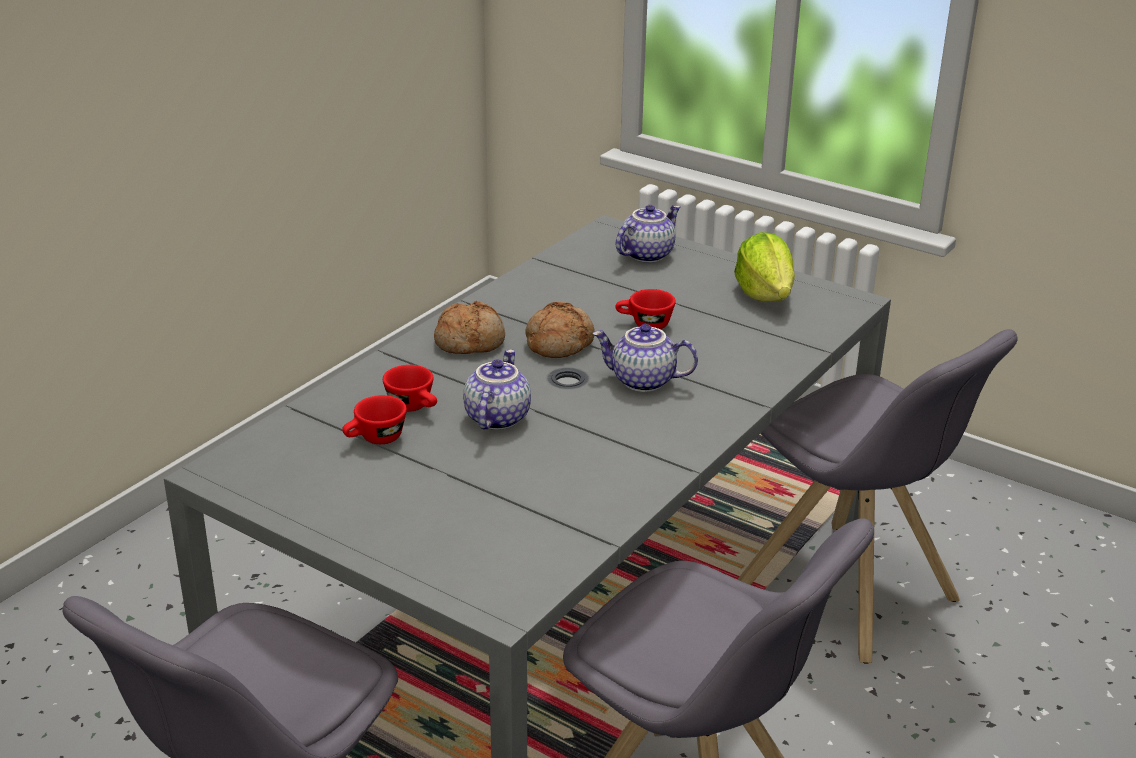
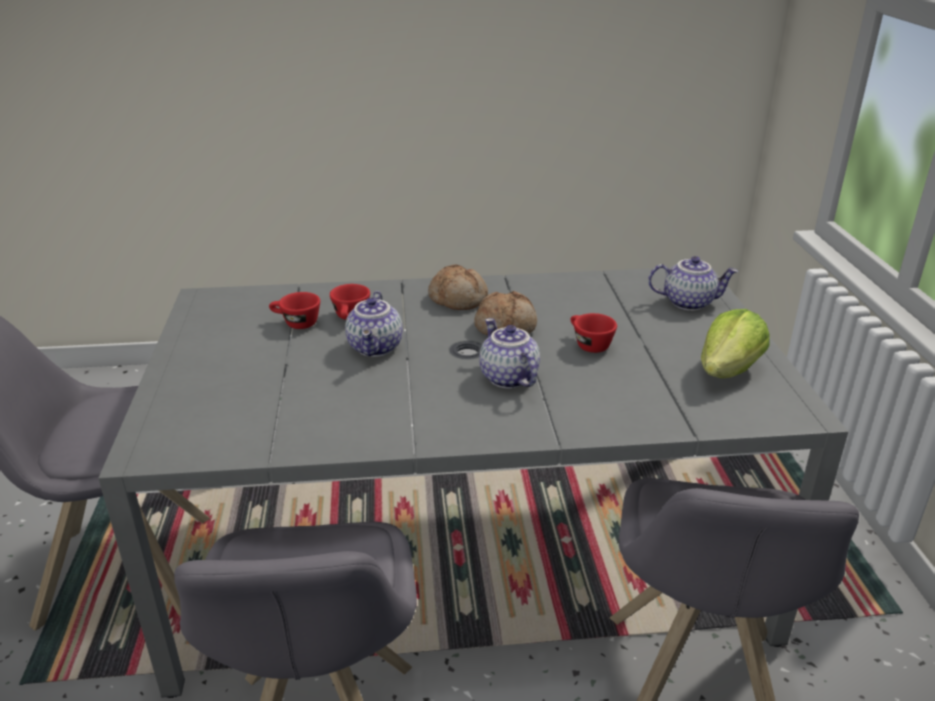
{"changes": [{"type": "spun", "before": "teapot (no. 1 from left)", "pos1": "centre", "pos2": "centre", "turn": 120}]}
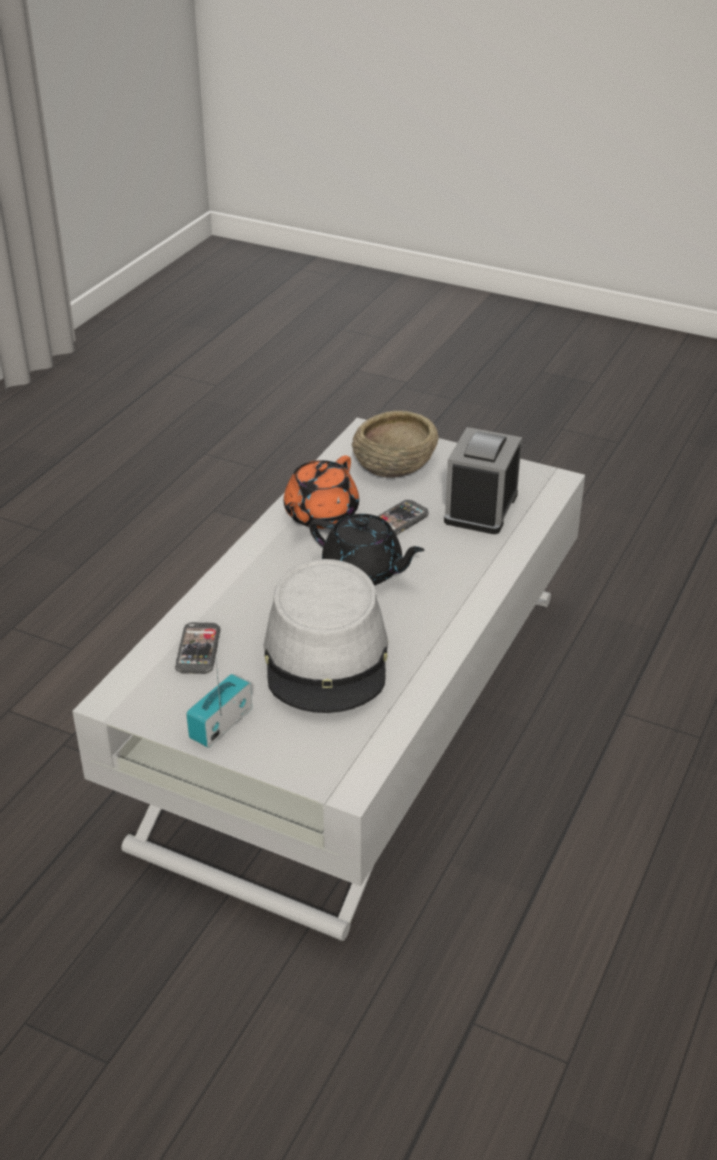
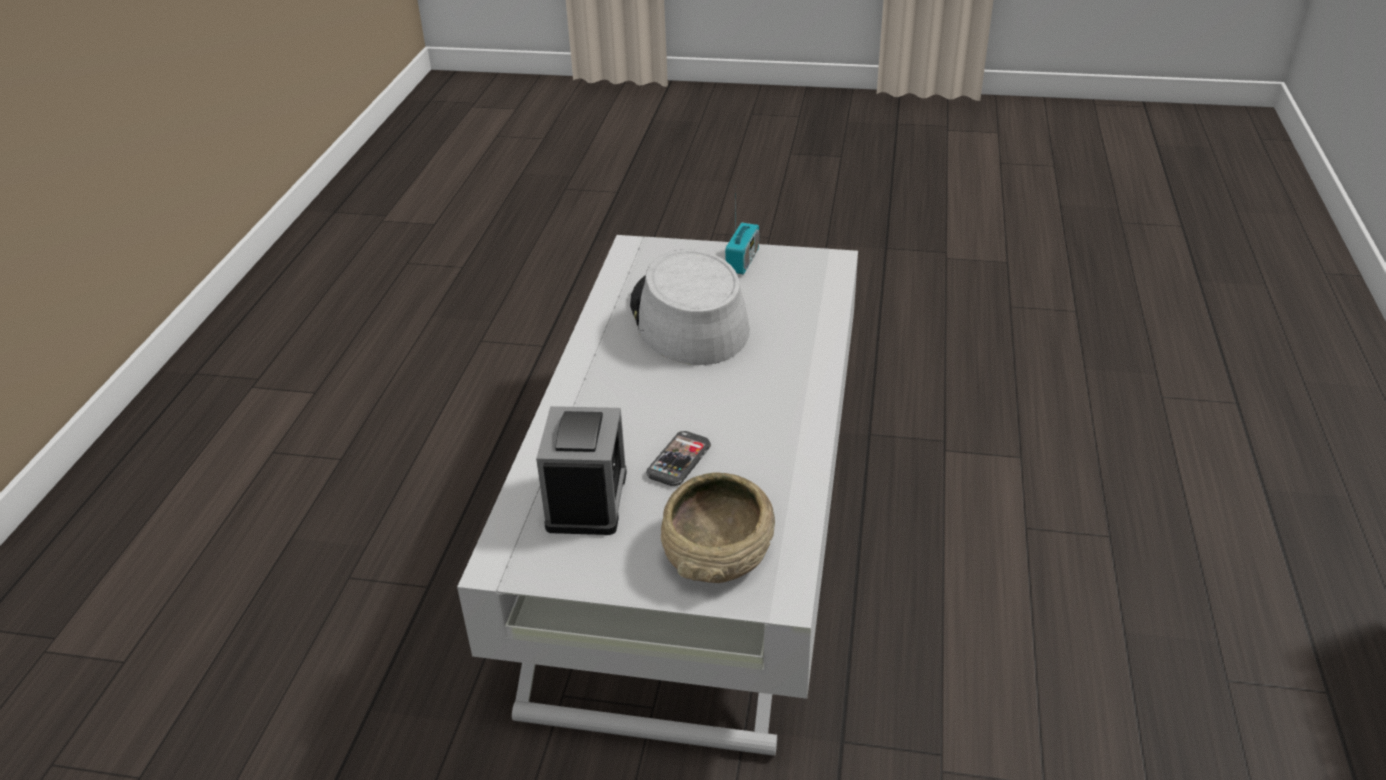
{"changes": [{"type": "missing", "before": "phone (no. 1 from left)", "pos1": "middle left"}, {"type": "missing", "before": "orange teapot", "pos1": "centre"}, {"type": "missing", "before": "black teapot", "pos1": "centre"}]}
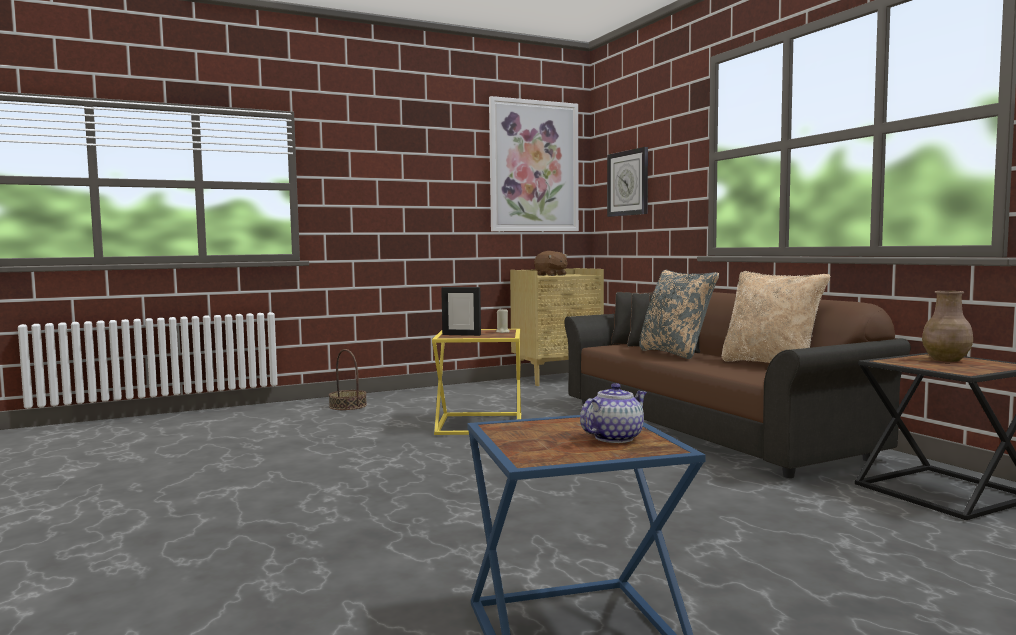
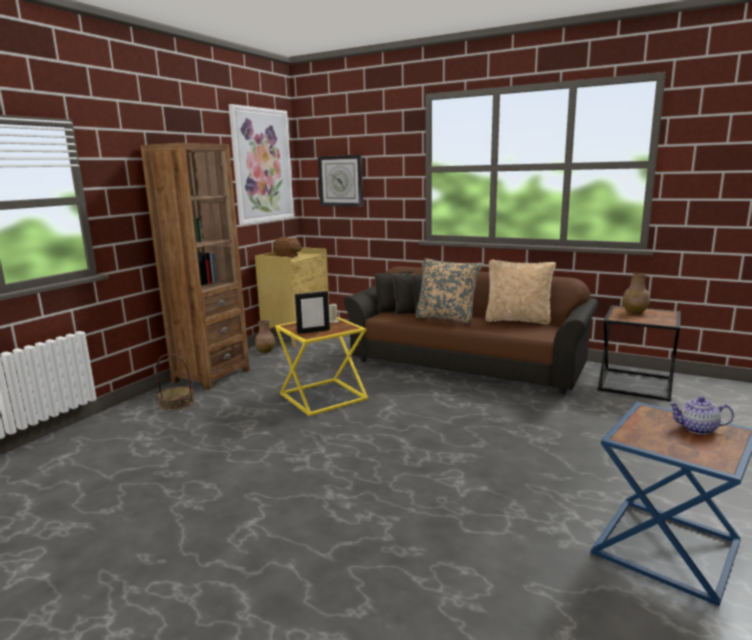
{"changes": [{"type": "appeared", "after": "brown bookcase", "pos2": "middle left"}, {"type": "appeared", "after": "brown vase (no. 1 from left)", "pos2": "centre"}, {"type": "spun", "before": "teapot", "pos1": "centre", "pos2": "middle right", "turn": -90}]}
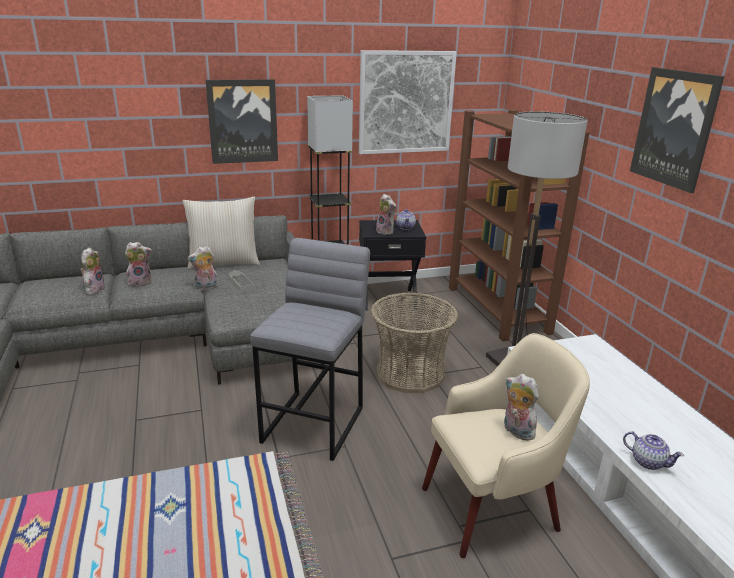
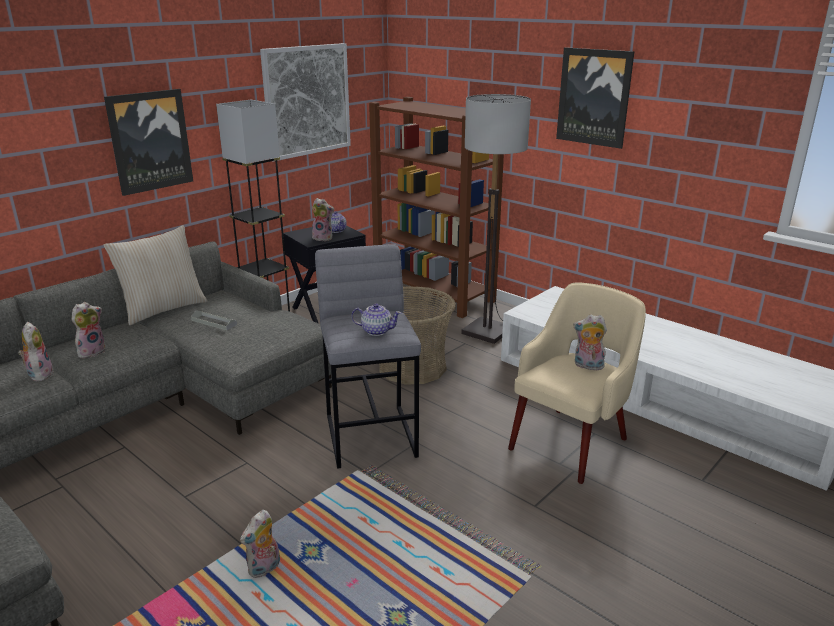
{"changes": [{"type": "relocated", "before": "plush toy (no. 3 from left)", "pos1": "middle left", "pos2": "bottom left"}, {"type": "relocated", "before": "teapot (no. 2 from left)", "pos1": "bottom right", "pos2": "centre"}]}
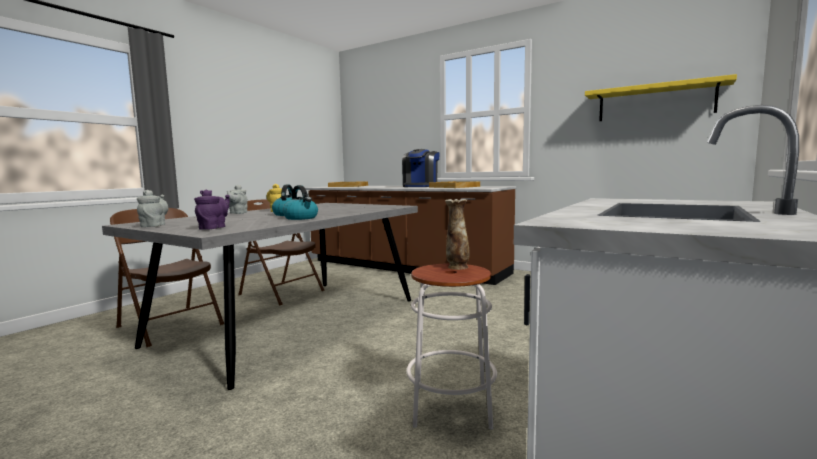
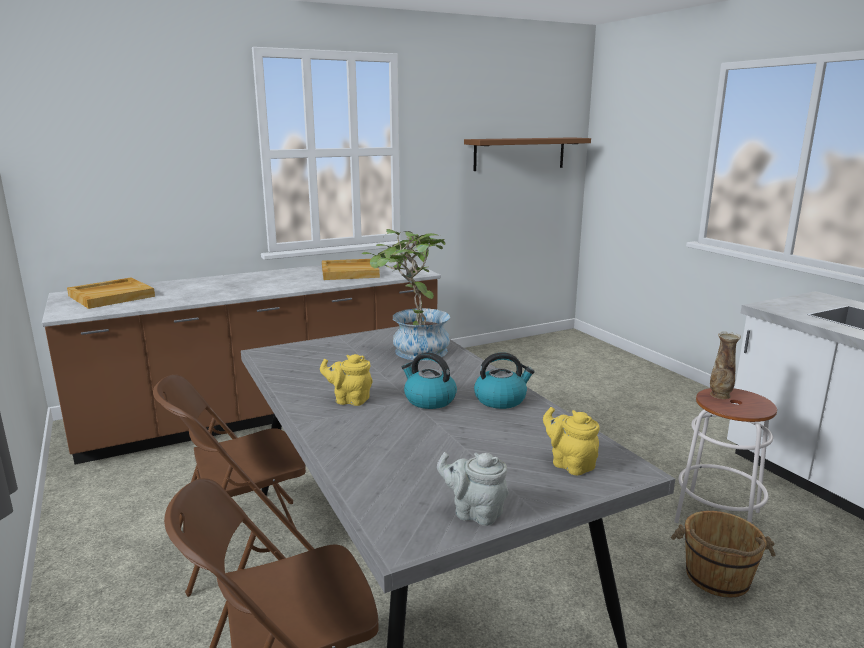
{"changes": [{"type": "missing", "before": "grey teapot (no. 2 from left)", "pos1": "middle left"}, {"type": "missing", "before": "coffee machine", "pos1": "centre"}, {"type": "appeared", "after": "potted plant", "pos2": "centre"}, {"type": "appeared", "after": "brown bucket", "pos2": "bottom right"}, {"type": "colour", "before": "purple teapot", "after": "yellow teapot (no. 2 from left)", "pos1": "middle left", "pos2": "bottom centre"}, {"type": "colour", "before": "yellow shelf", "after": "brown shelf", "pos1": "top right", "pos2": "top centre"}]}
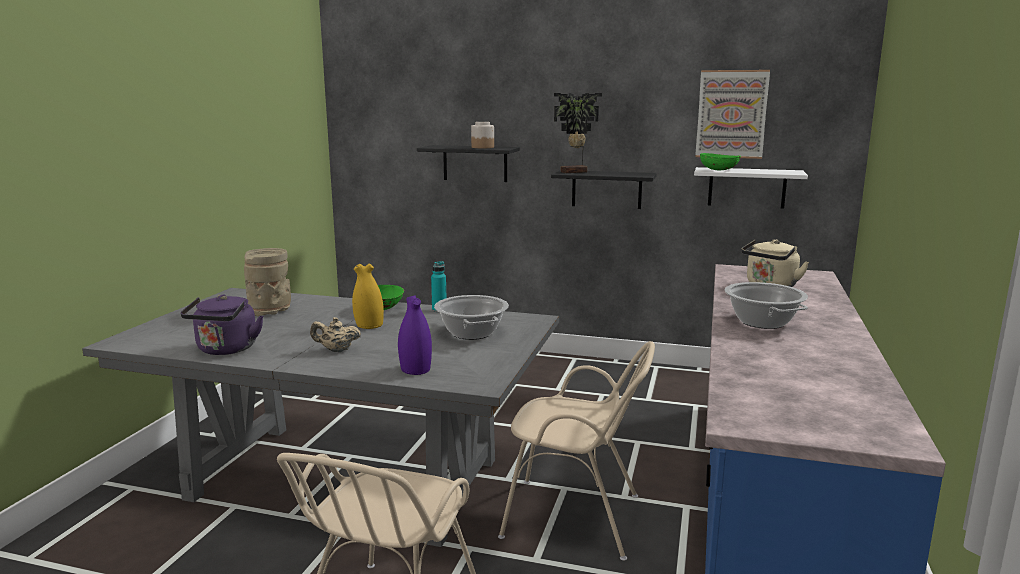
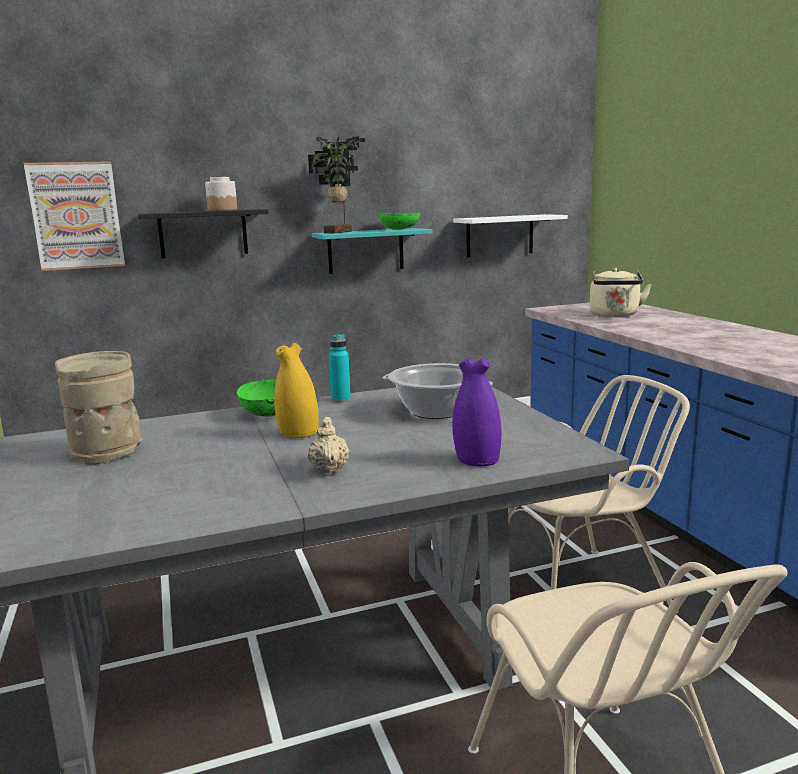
{"changes": [{"type": "missing", "before": "purple kettle", "pos1": "middle left"}, {"type": "missing", "before": "cooking pot (no. 2 from left)", "pos1": "middle right"}, {"type": "relocated", "before": "picture", "pos1": "top right", "pos2": "top left"}, {"type": "relocated", "before": "green bowl (no. 2 from left)", "pos1": "top right", "pos2": "top centre"}, {"type": "colour", "before": "black shelf (no. 2 from left)", "after": "turquoise shelf", "pos1": "top centre", "pos2": "top centre"}, {"type": "spun", "before": "beige teapot", "pos1": "middle left", "pos2": "centre", "turn": 120}]}
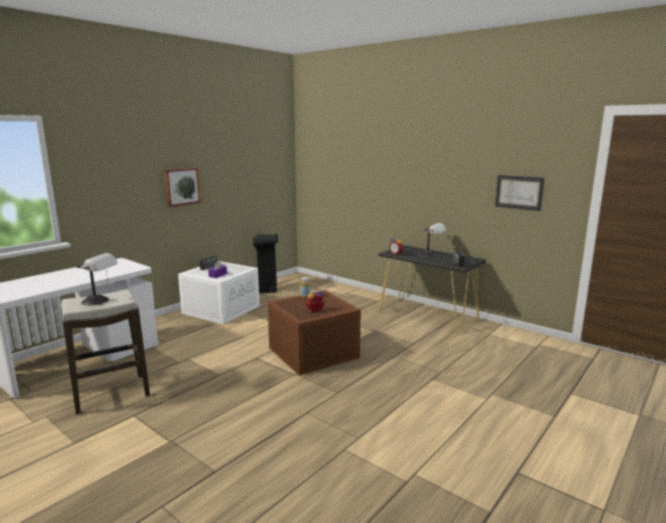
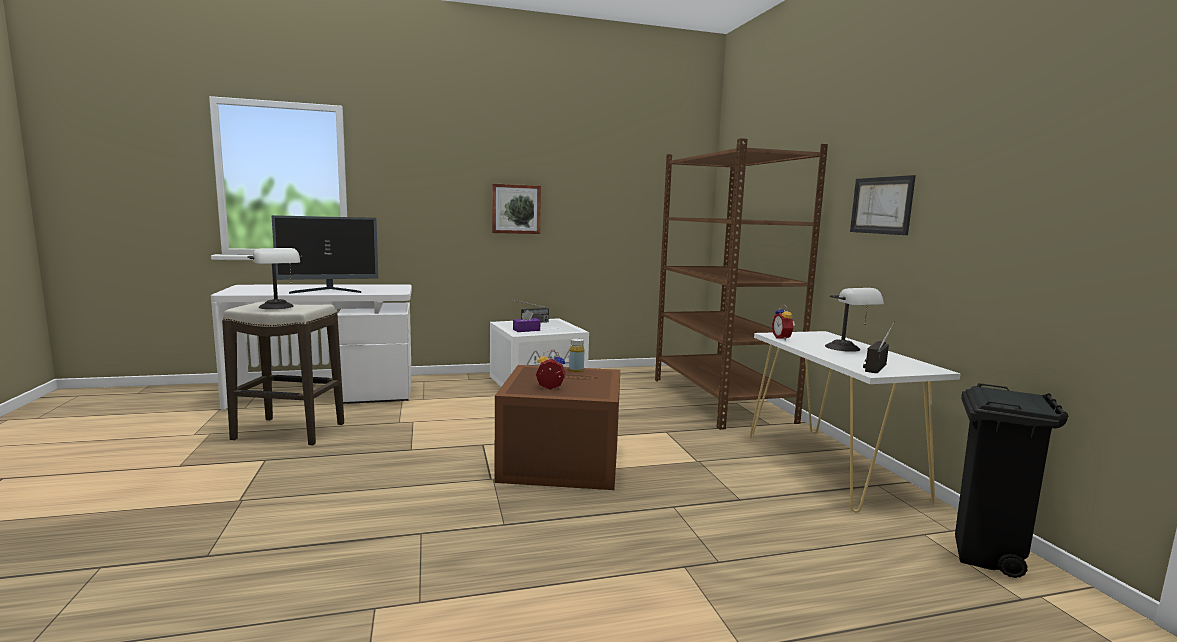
{"changes": [{"type": "appeared", "after": "monitor", "pos2": "middle left"}, {"type": "appeared", "after": "brown bookcase", "pos2": "centre"}, {"type": "relocated", "before": "black trash can", "pos1": "centre", "pos2": "bottom right"}, {"type": "relocated", "before": "picture (no. 2 from left)", "pos1": "middle right", "pos2": "top right"}, {"type": "colour", "before": "black console table", "after": "white console table", "pos1": "centre", "pos2": "middle right"}]}
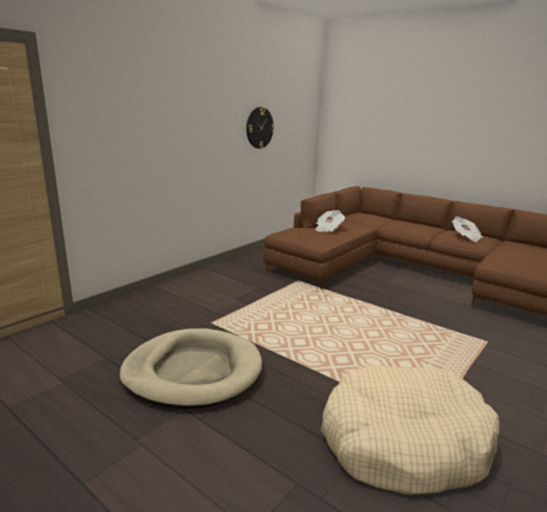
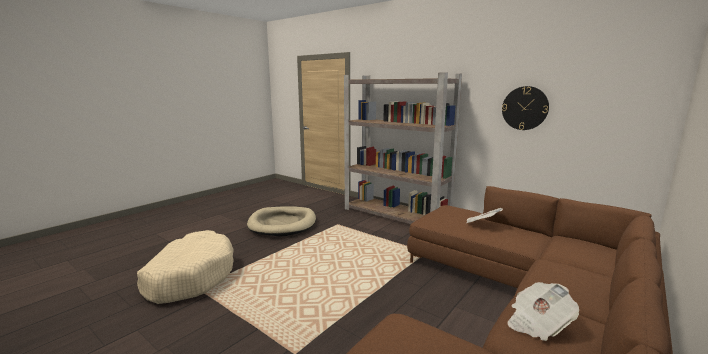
{"changes": [{"type": "appeared", "after": "brown bookcase", "pos2": "centre"}]}
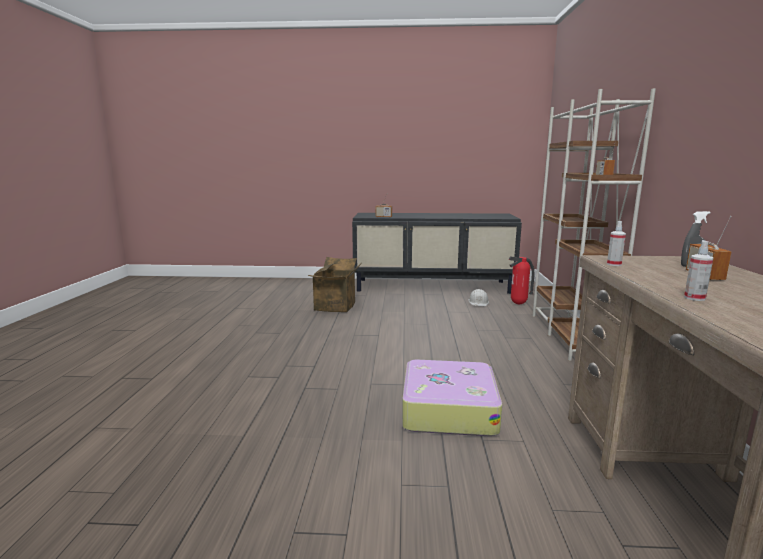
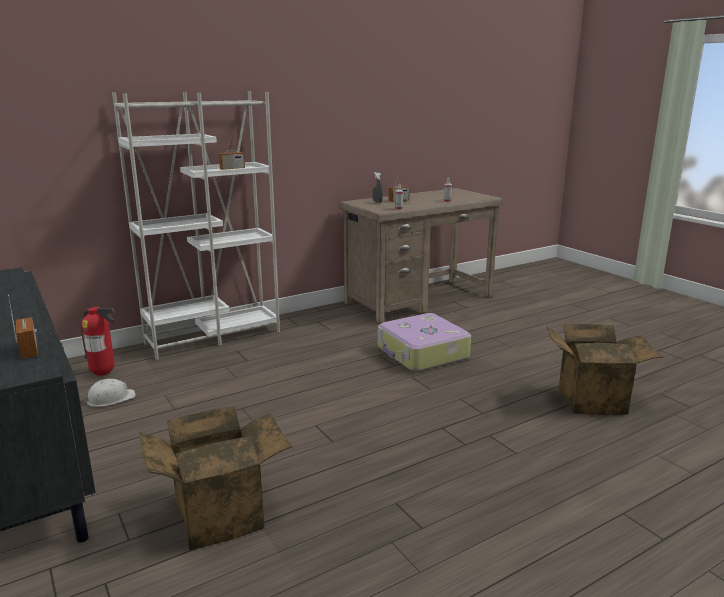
{"changes": [{"type": "appeared", "after": "cardboard box (no. 2 from left)", "pos2": "middle right"}, {"type": "colour", "before": "brown bookcase", "after": "white bookcase", "pos1": "middle right", "pos2": "middle left"}]}
